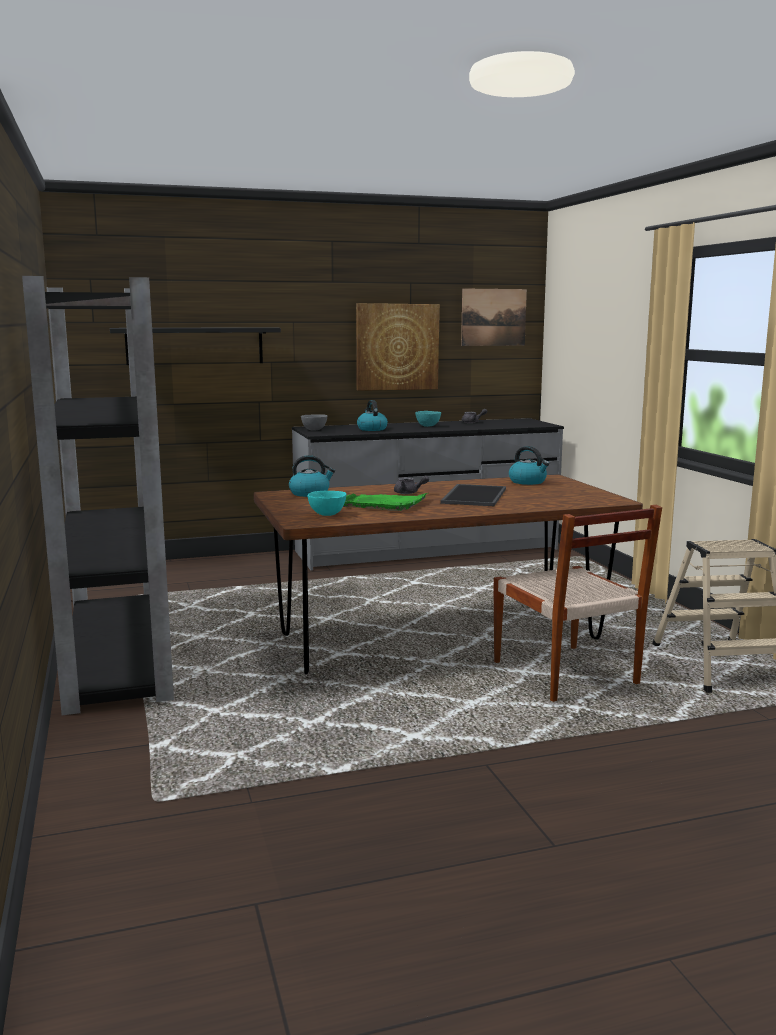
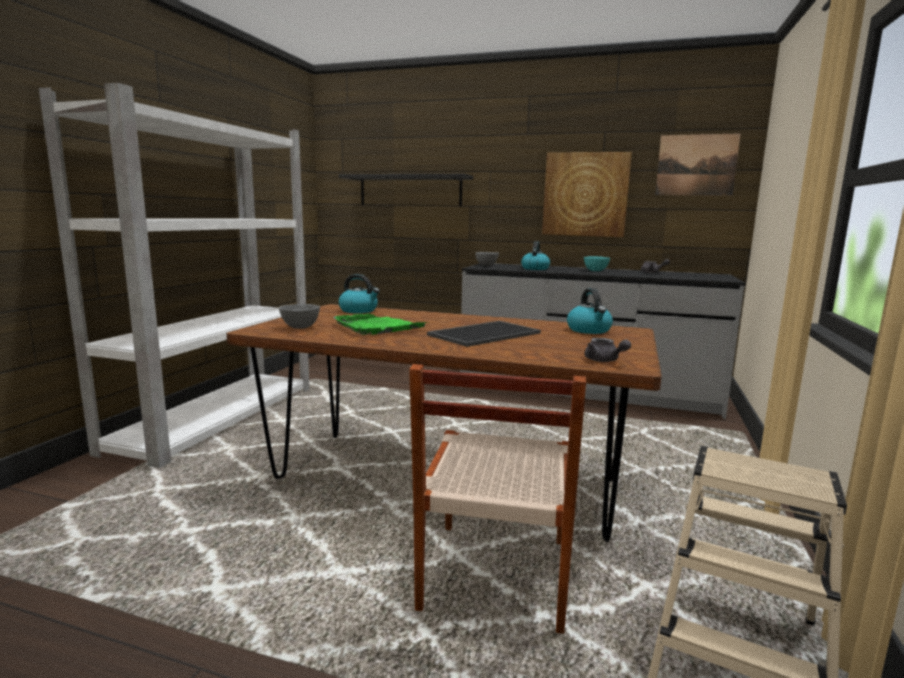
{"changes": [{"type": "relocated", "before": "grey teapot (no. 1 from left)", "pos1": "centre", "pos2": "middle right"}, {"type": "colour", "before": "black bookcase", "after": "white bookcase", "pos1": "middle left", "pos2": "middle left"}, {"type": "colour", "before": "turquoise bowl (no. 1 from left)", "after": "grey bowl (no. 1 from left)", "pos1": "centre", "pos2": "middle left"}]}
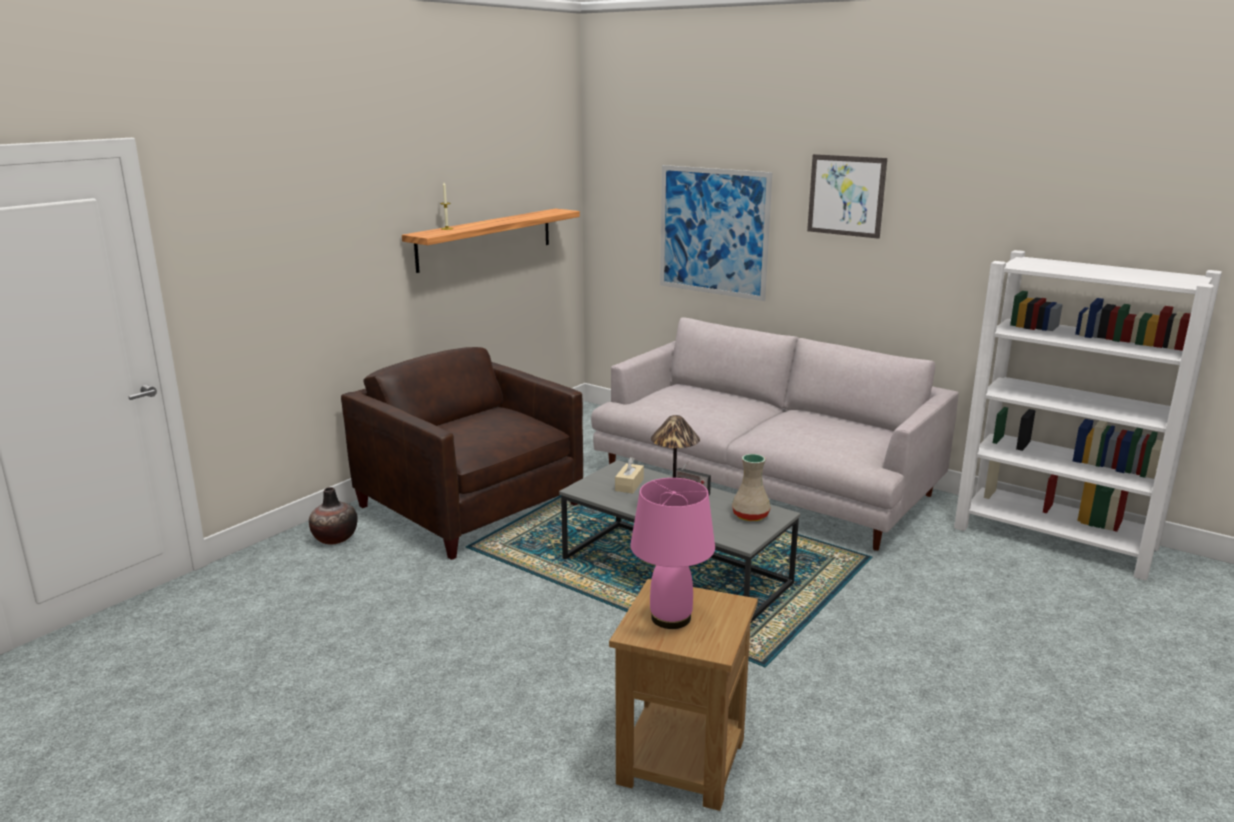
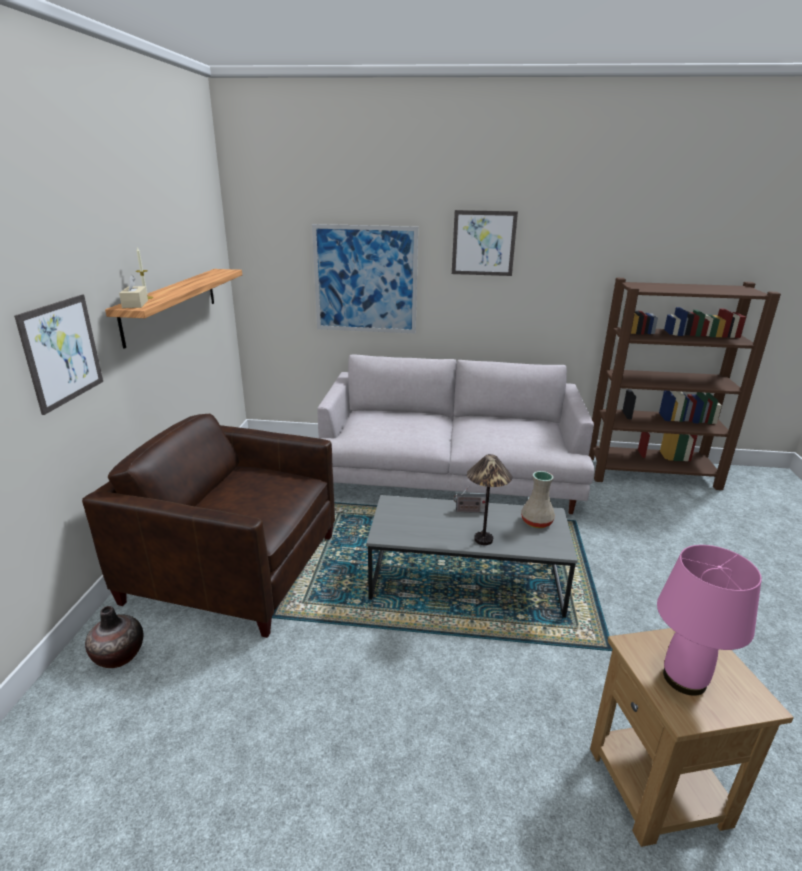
{"changes": [{"type": "appeared", "after": "picture (no. 1 from left)", "pos2": "middle left"}, {"type": "relocated", "before": "beige tissue box", "pos1": "centre", "pos2": "middle left"}, {"type": "colour", "before": "white bookcase", "after": "brown bookcase", "pos1": "middle right", "pos2": "middle right"}]}
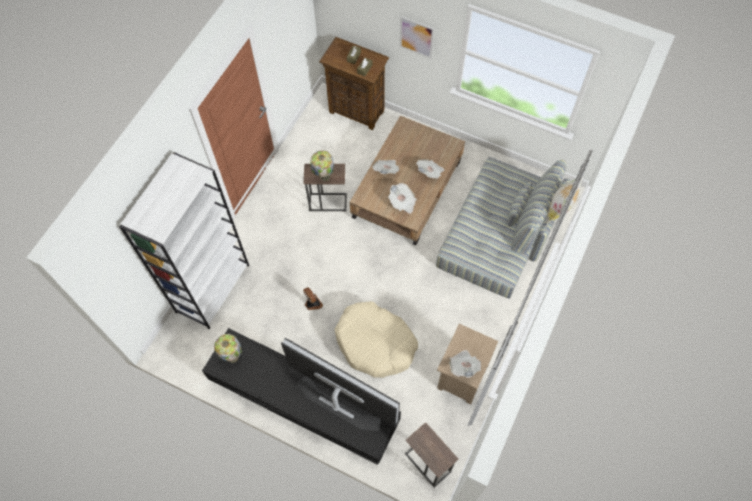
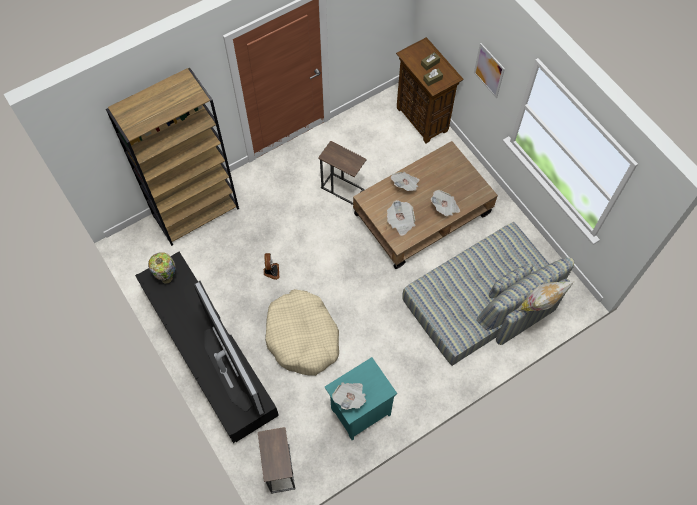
{"changes": [{"type": "missing", "before": "table lamp (no. 2 from left)", "pos1": "top centre"}, {"type": "colour", "before": "white bookcase", "after": "brown bookcase", "pos1": "middle left", "pos2": "top left"}, {"type": "colour", "before": "beige nightstand", "after": "turquoise nightstand", "pos1": "bottom centre", "pos2": "bottom centre"}]}
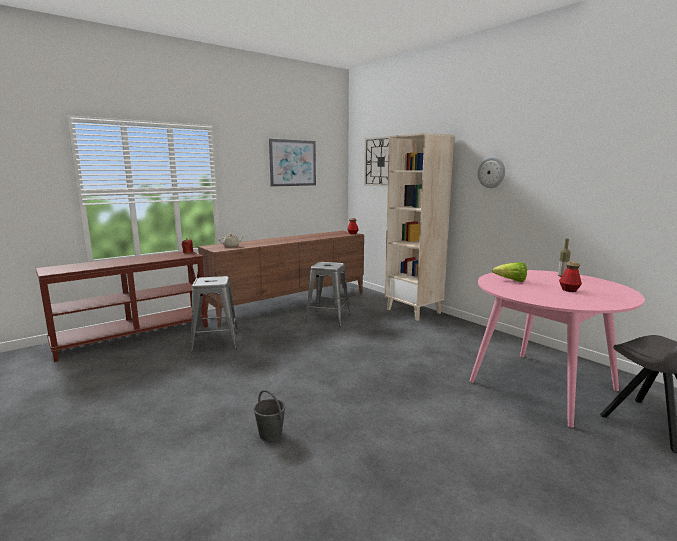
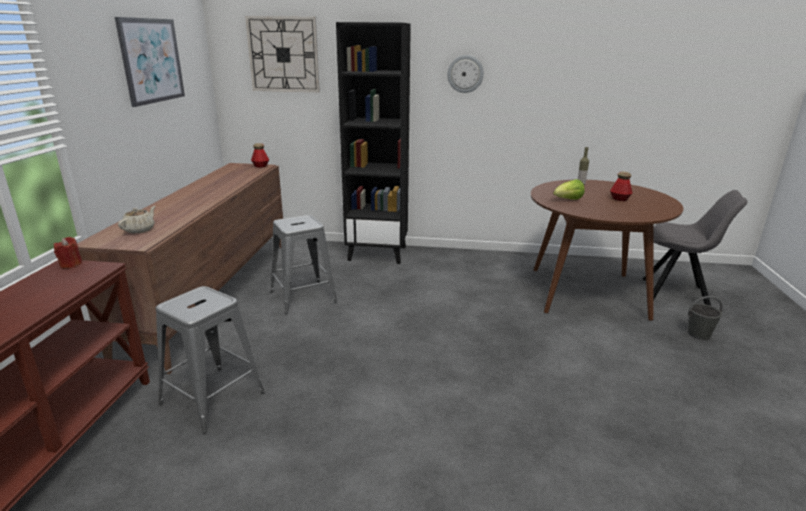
{"changes": [{"type": "relocated", "before": "grey bucket", "pos1": "bottom centre", "pos2": "middle right"}, {"type": "colour", "before": "beige bookcase", "after": "black bookcase", "pos1": "centre", "pos2": "top centre"}, {"type": "colour", "before": "pink dining table", "after": "brown dining table", "pos1": "middle right", "pos2": "middle right"}]}
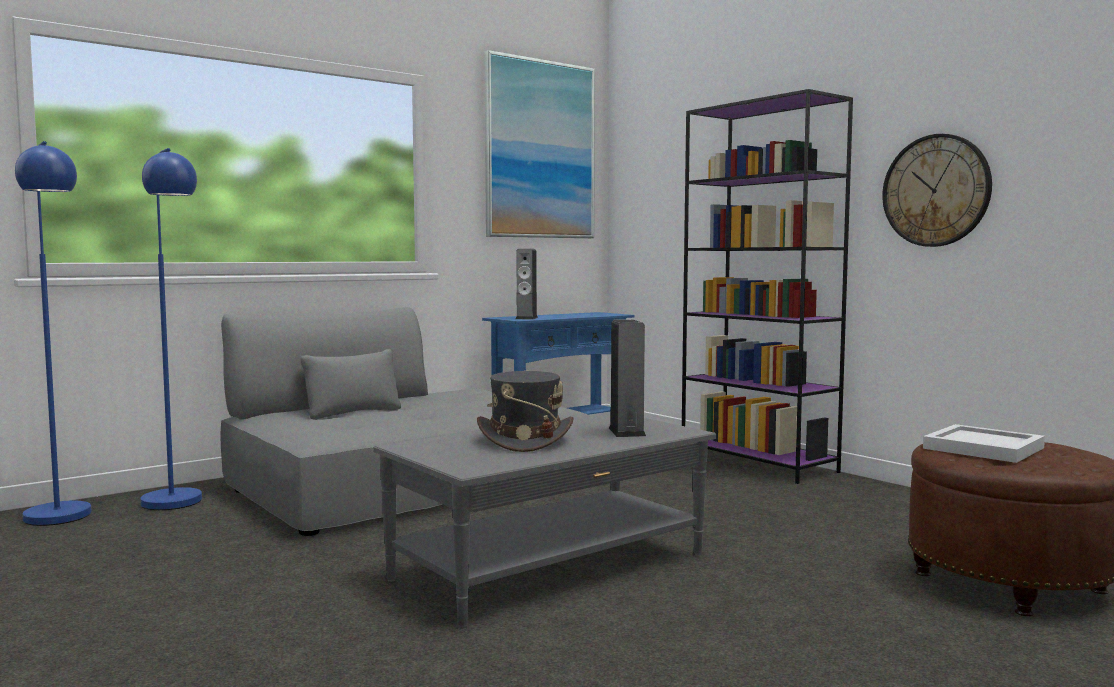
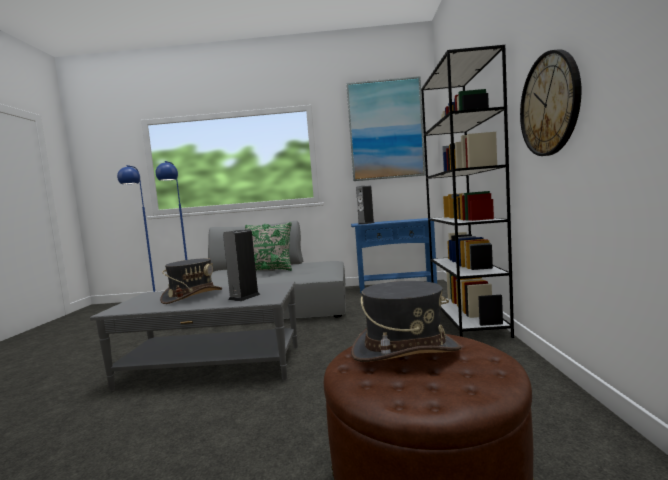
{"changes": [{"type": "appeared", "after": "green pillow", "pos2": "centre"}, {"type": "exchanged", "before": "white tray", "after": "grey hat (no. 2 from left)", "pos1": "middle right", "pos2": "bottom centre"}, {"type": "colour", "before": "purple bookcase", "after": "white bookcase", "pos1": "middle right", "pos2": "middle right"}]}
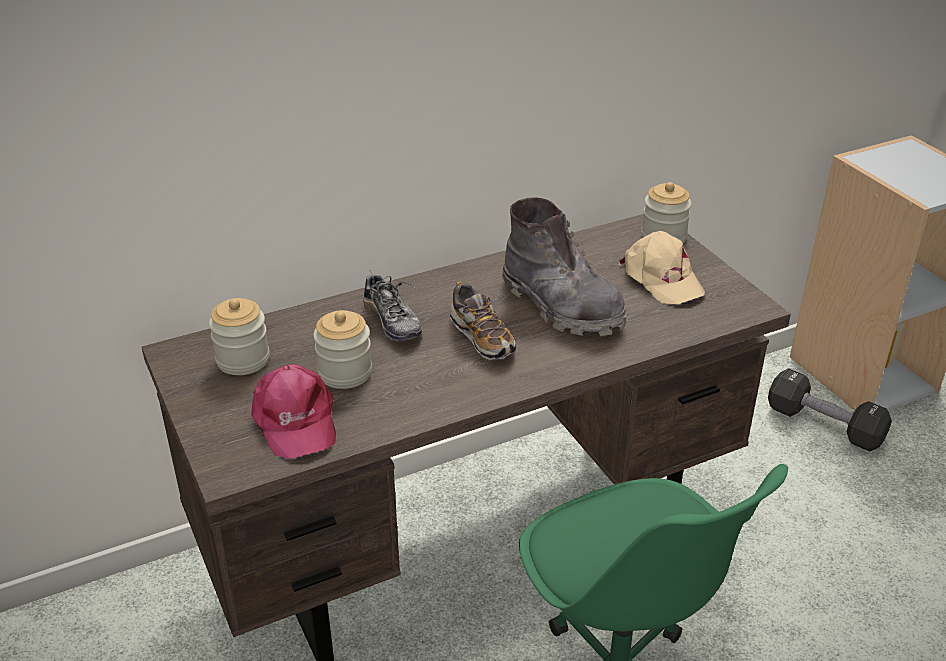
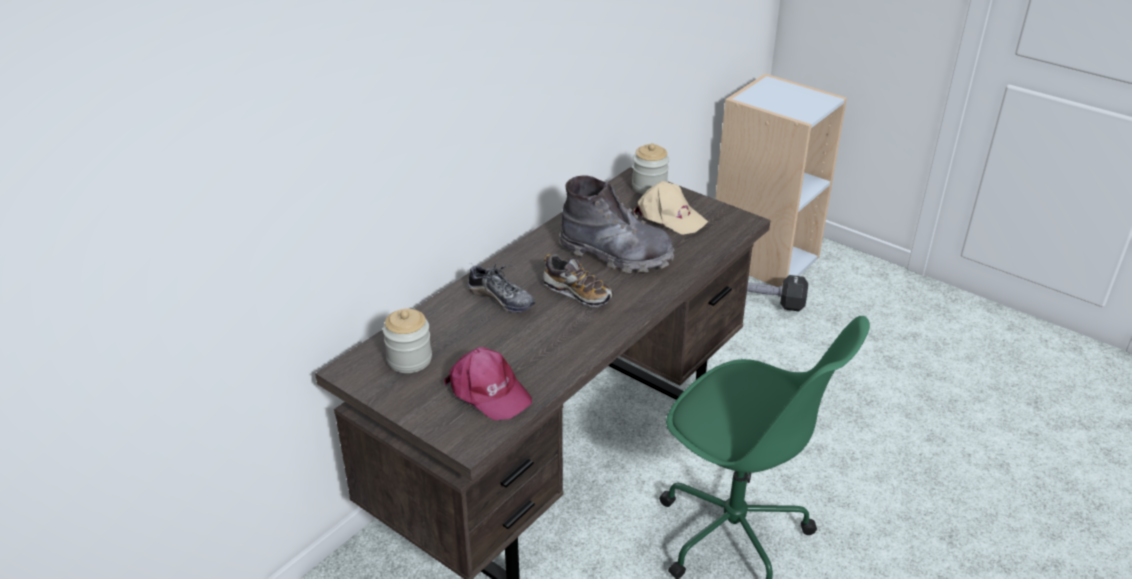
{"changes": [{"type": "missing", "before": "jar (no. 2 from left)", "pos1": "centre"}]}
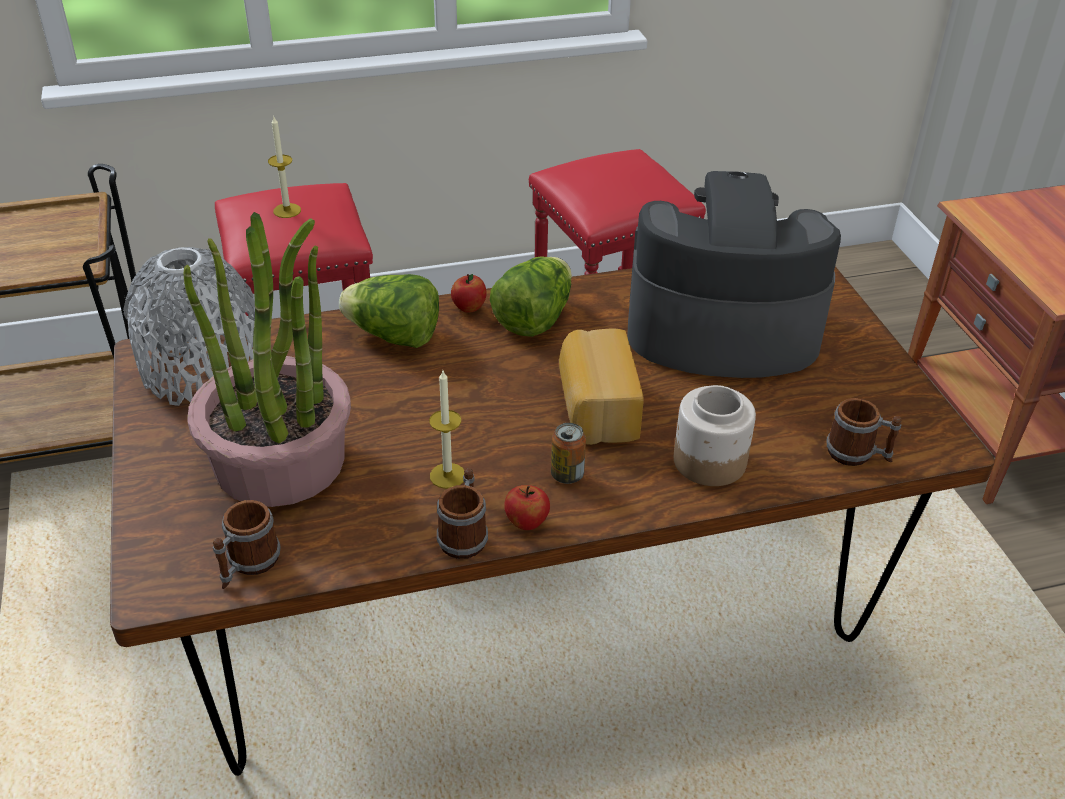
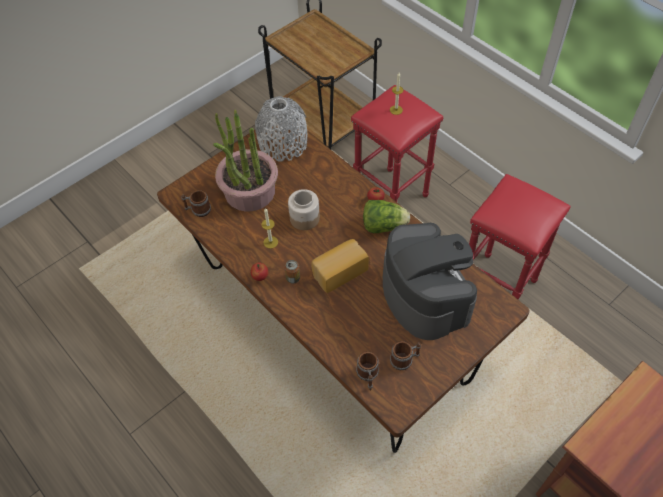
{"changes": [{"type": "missing", "before": "lettuce (no. 1 from left)", "pos1": "centre"}, {"type": "relocated", "before": "mug (no. 2 from left in the first image)", "after": "mug (no. 3 from left)", "pos1": "centre", "pos2": "bottom centre"}, {"type": "relocated", "before": "jar", "pos1": "middle right", "pos2": "centre"}]}
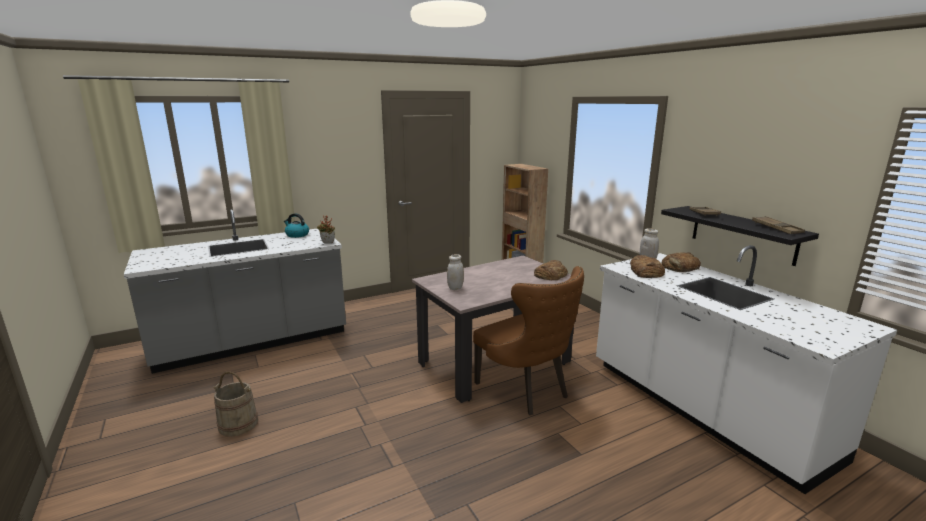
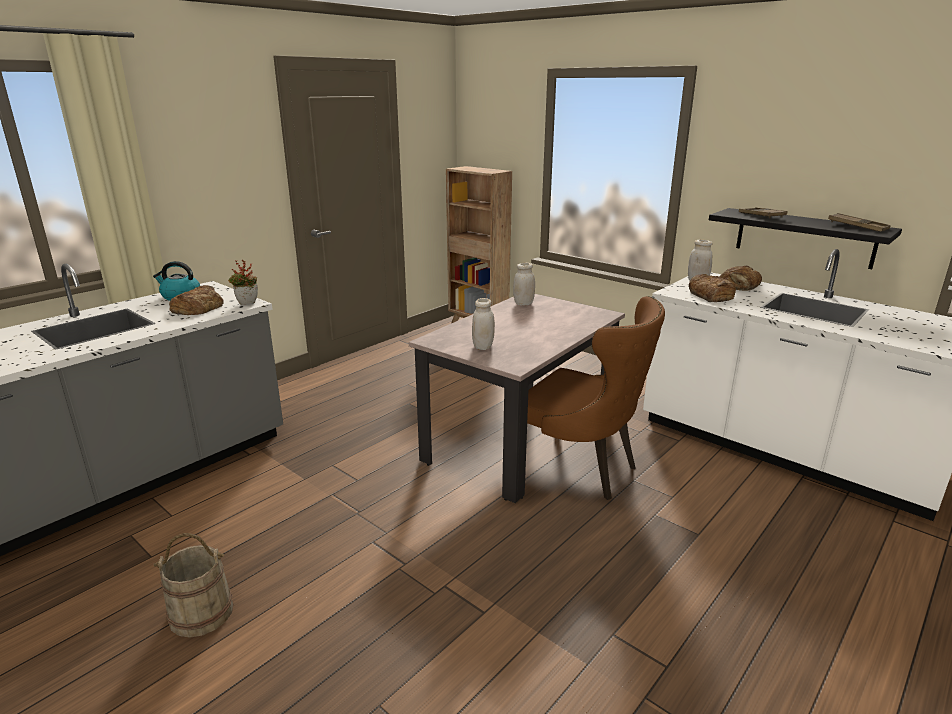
{"changes": [{"type": "appeared", "after": "white jar (no. 2 from left)", "pos2": "centre"}, {"type": "relocated", "before": "bread (no. 1 from left)", "pos1": "centre", "pos2": "middle left"}]}
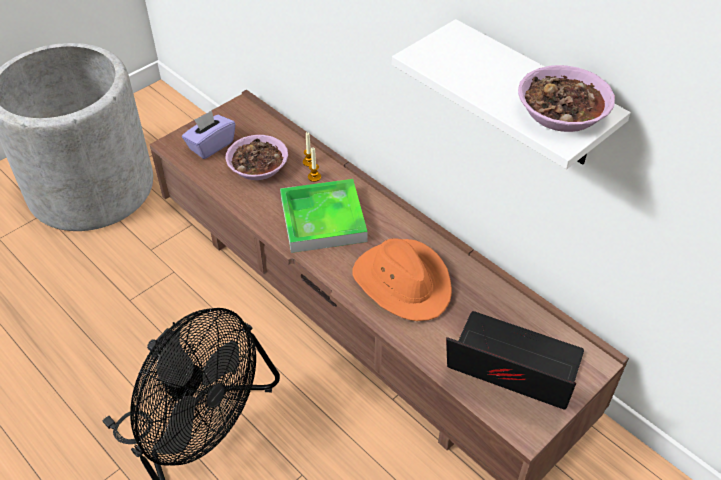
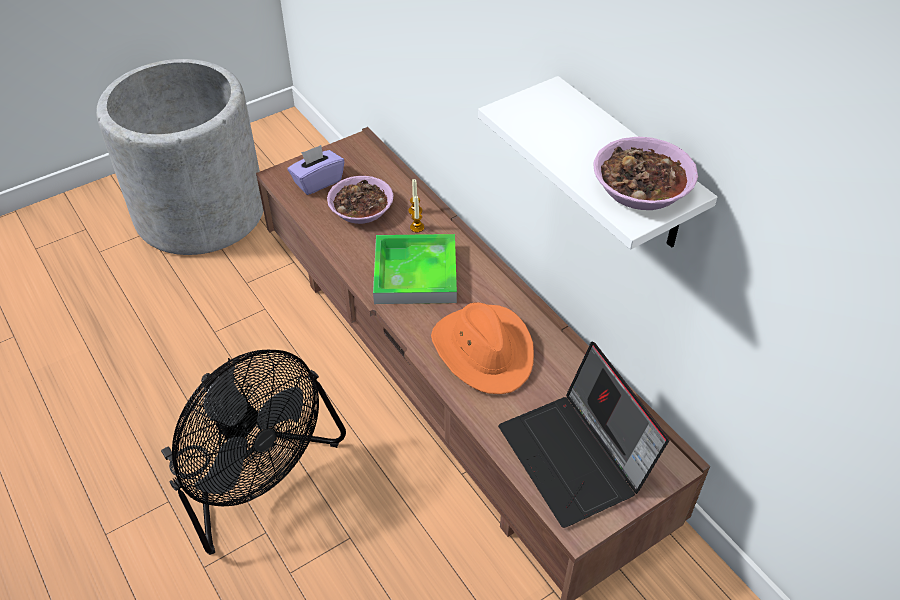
{"changes": [{"type": "spun", "before": "laptop", "pos1": "bottom right", "pos2": "bottom centre", "turn": -150}]}
